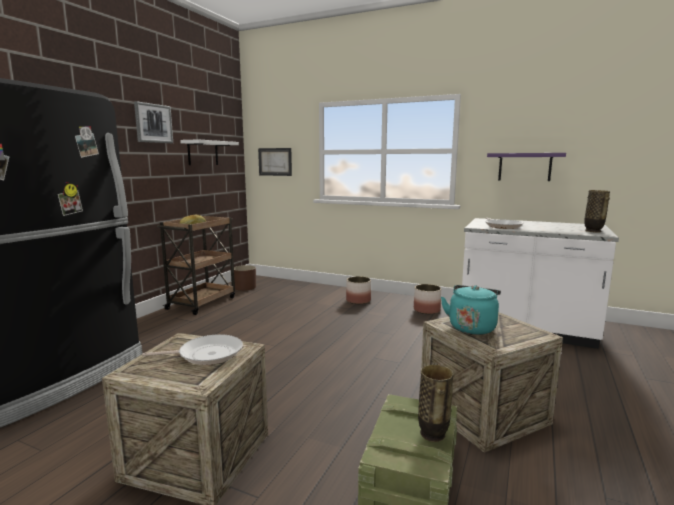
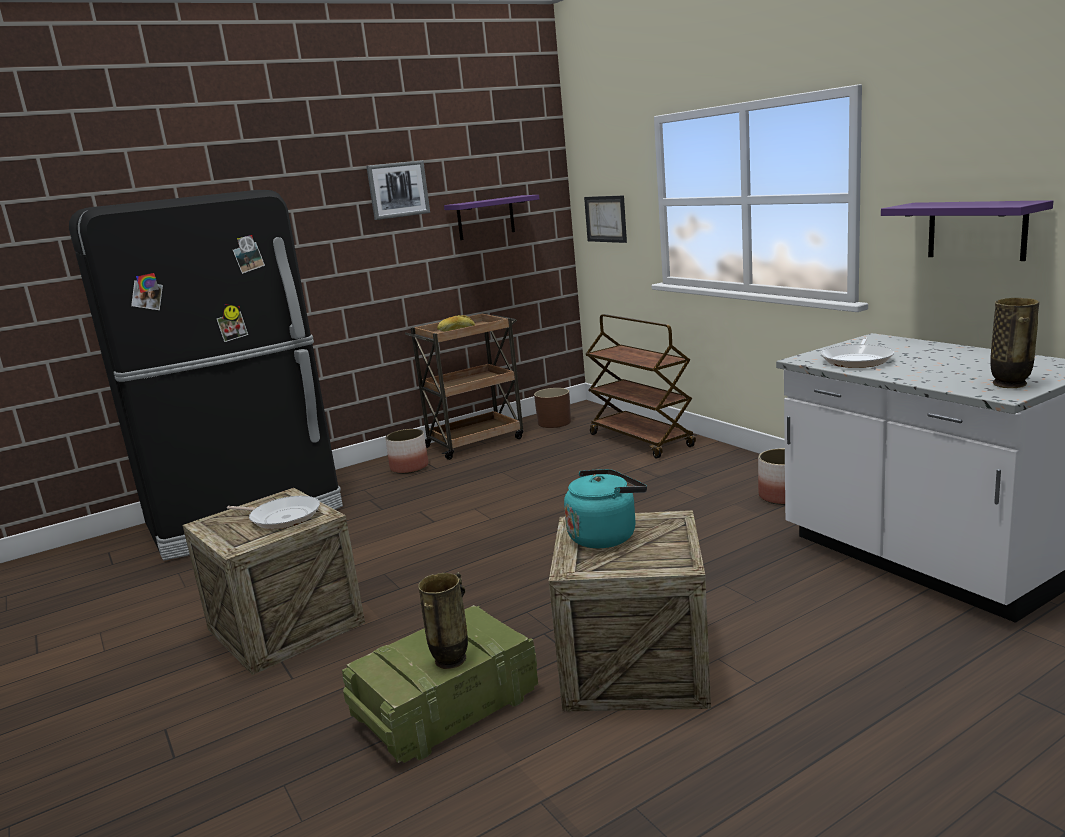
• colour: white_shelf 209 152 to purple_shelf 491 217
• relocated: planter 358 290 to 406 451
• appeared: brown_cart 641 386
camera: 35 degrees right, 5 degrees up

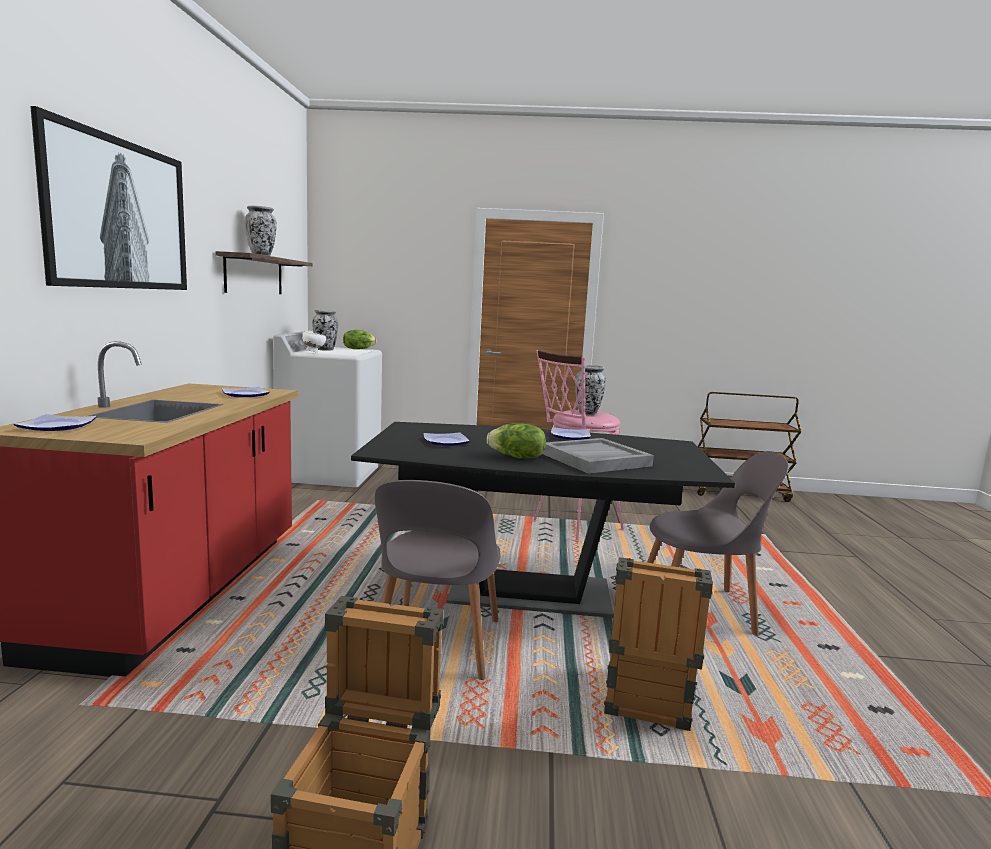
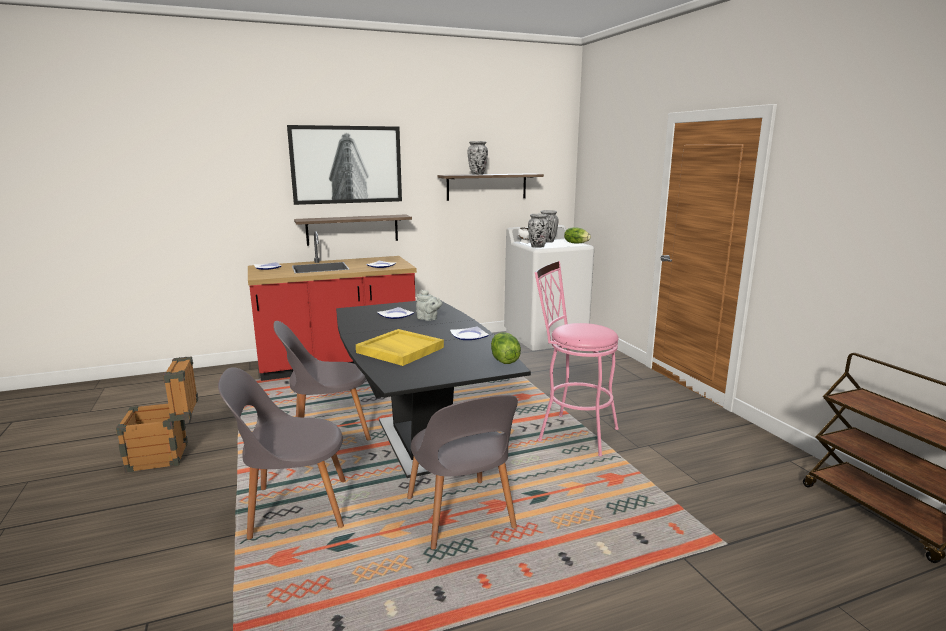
• relocated: vase 590 390 to 538 231
• relocated: lettuce 516 441 to 506 348
• colour: grey_tray 598 456 to yellow_tray 400 347
• exchanged: crate 658 644 to grey_chair 282 453
• appeared: shelf 353 230
• appeared: grey_teapot 429 305
camera: 65 degrees right, 5 degrees up

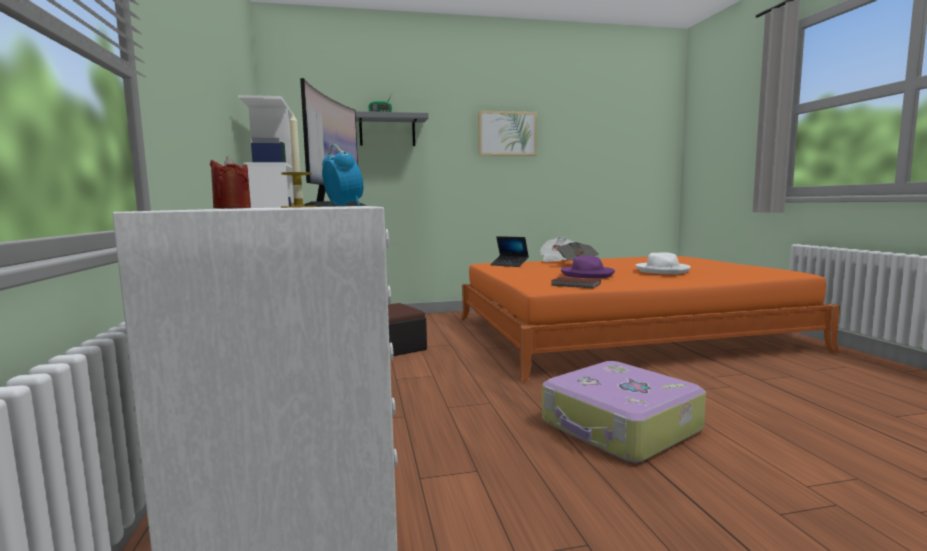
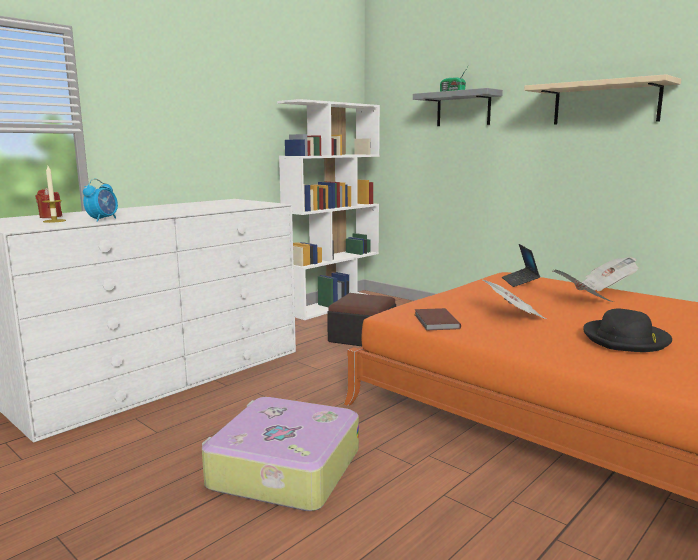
• missing: monitor 333 142
• exchanged: picture 507 133 to beige_shelf 602 99
• colour: white_hat 663 263 to black_hat 627 330
• exchanged: purple_hat 588 267 to newspaper 513 299
camera: 55 degrees right, 5 degrees up

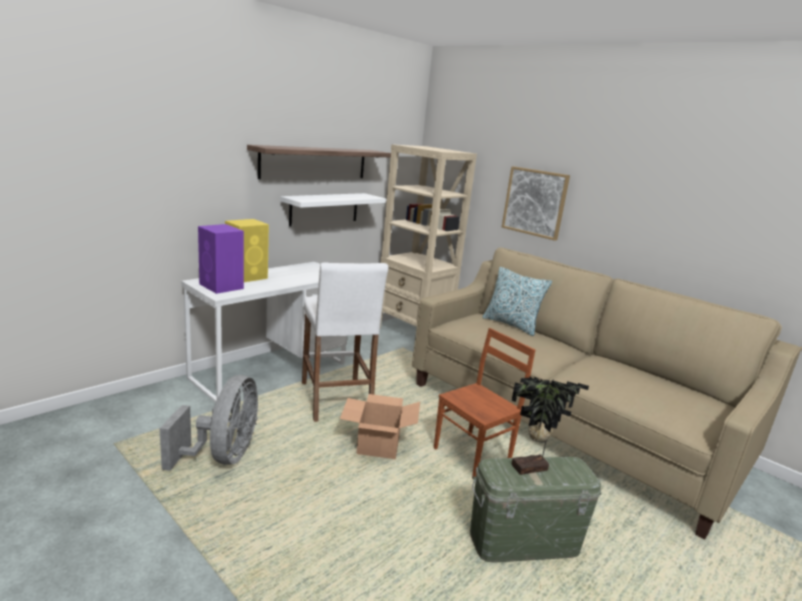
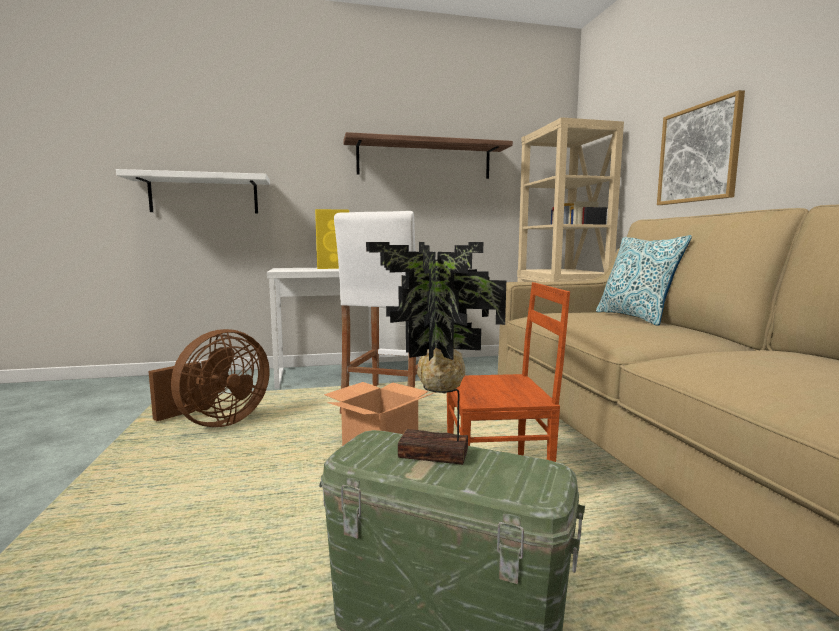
• relocated: white_shelf 333 210 to 193 191
• missing: purple_speaker 221 259
• colour: grey_fan 209 423 to brown_fan 209 378
camera: 35 degrees right, 10 degrees down

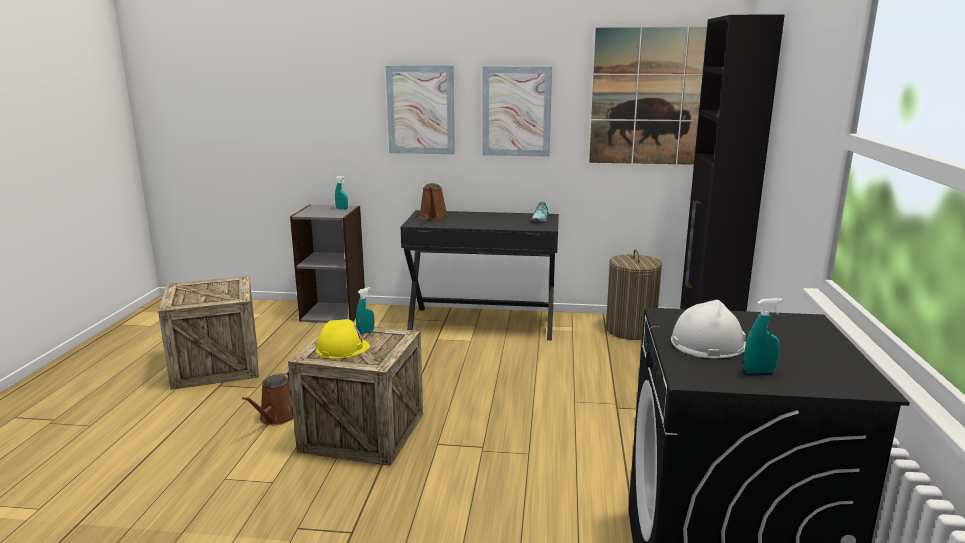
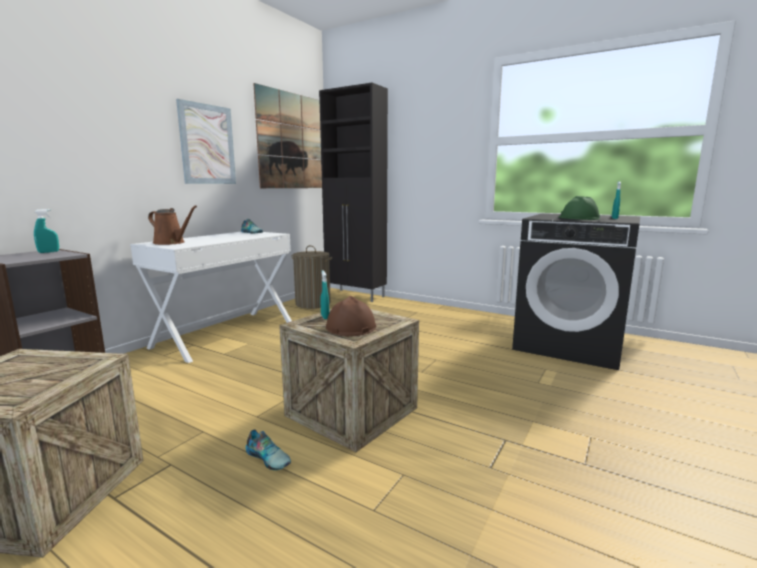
• missing: picture 420 110
• colour: black_desk 479 275 to white_desk 211 297
• colour: white_hard_hat 708 329 to green_hard_hat 579 208
• colour: yellow_hard_hat 343 339 to brown_hard_hat 351 316
• exchanged: brown_watering_can 268 398 to shoe 268 449
camera: 65 degrees left, 5 degrees down

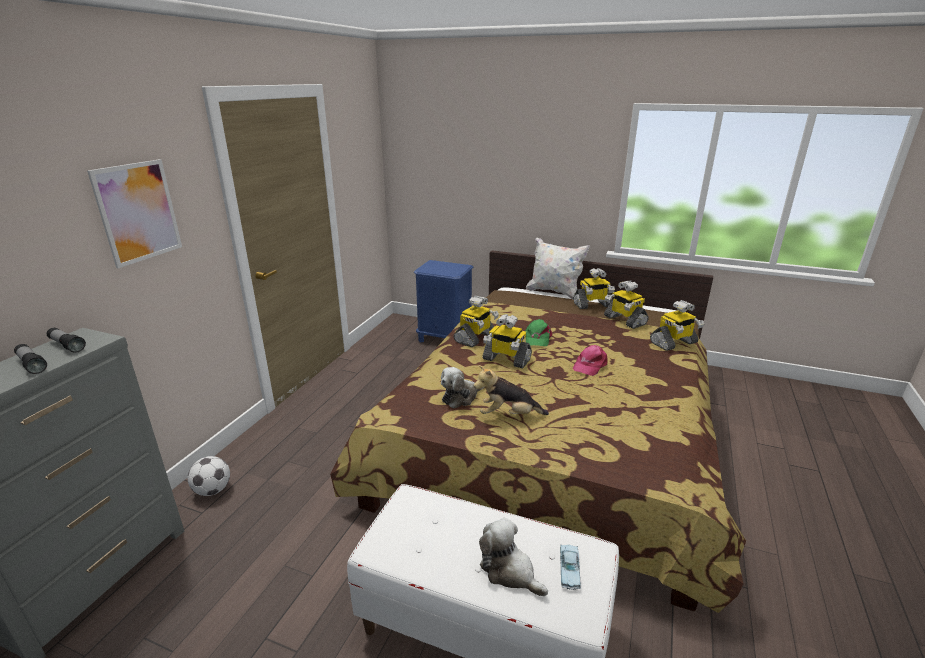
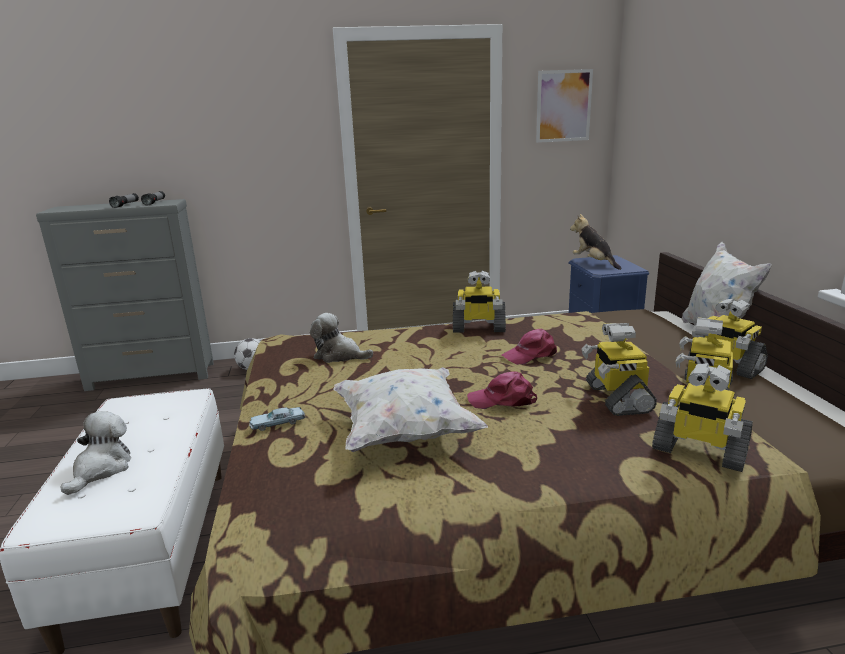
• relocated: picture 134 213 to 564 106
• relocated: toy_robot 507 341 to 619 369
• colour: green_cap 539 332 to pink_cap 529 347
• relocated: plush_toy 511 390 to 596 242
• relocated: blue_toy_car 570 567 to 277 419
• appeared: white_pillow 410 409
camera: 60 degrees right, 5 degrees down

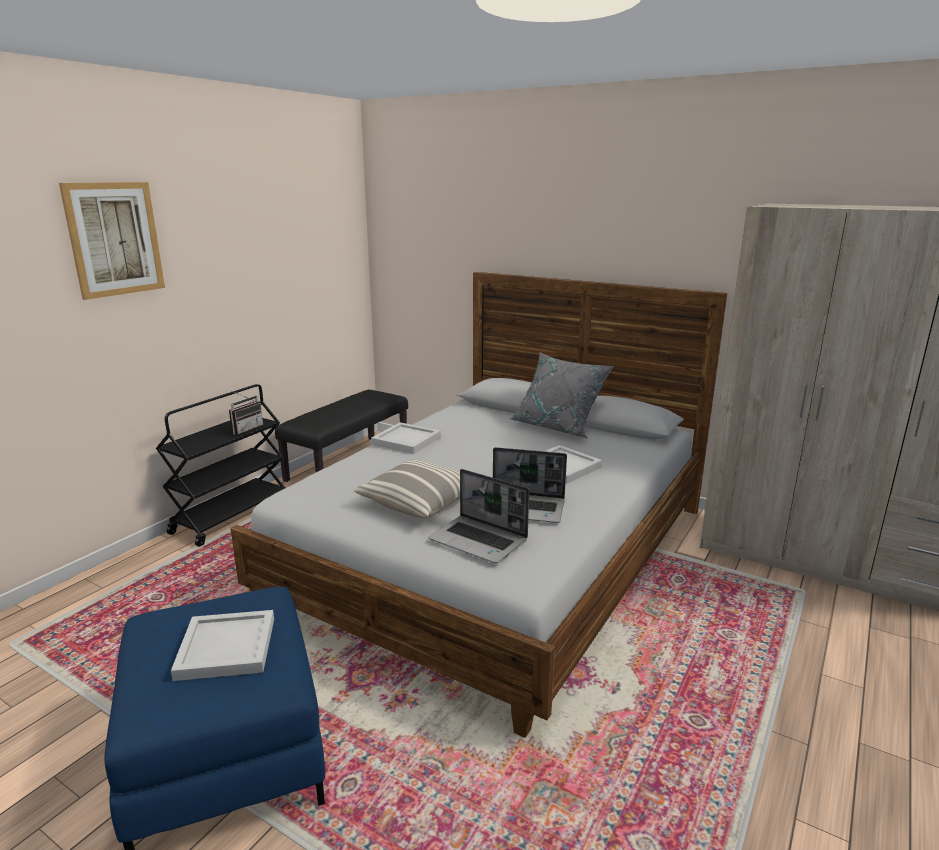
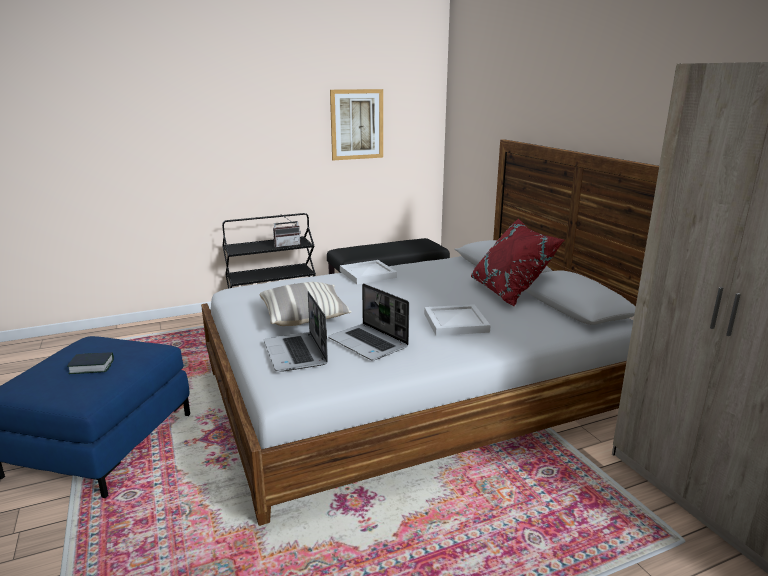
• relocated: picture 112 241 to 356 124
• colour: grey_pillow 561 396 to red_pillow 517 262
• exchanged: white_tray 222 645 to book 90 363
camera: 35 degrees right, 0 degrees up

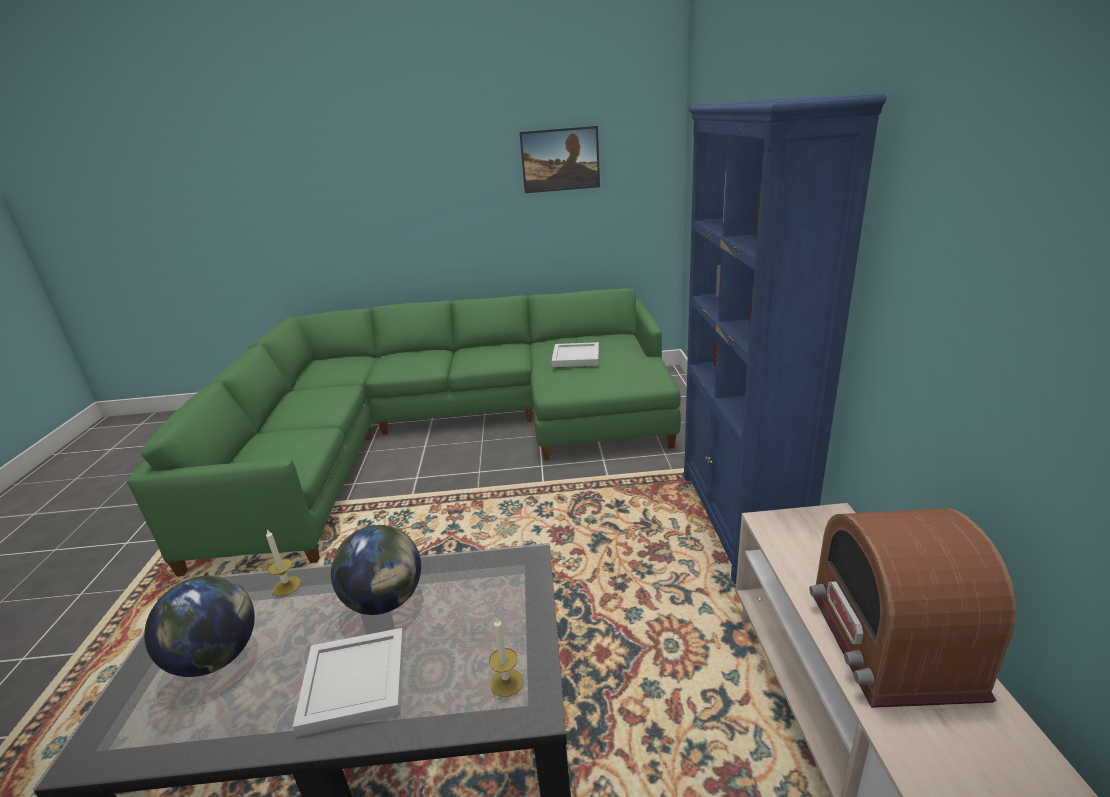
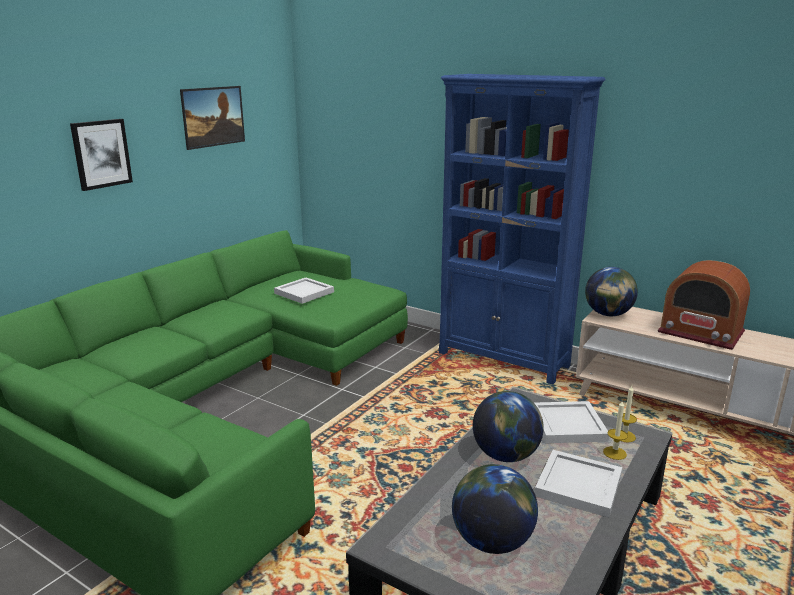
• relocated: candle 283 563 to 615 430
• appeared: picture 101 155
• appeared: globe 611 291
• appeared: white_tray 571 422
camera: 55 degrees left, 5 degrees down

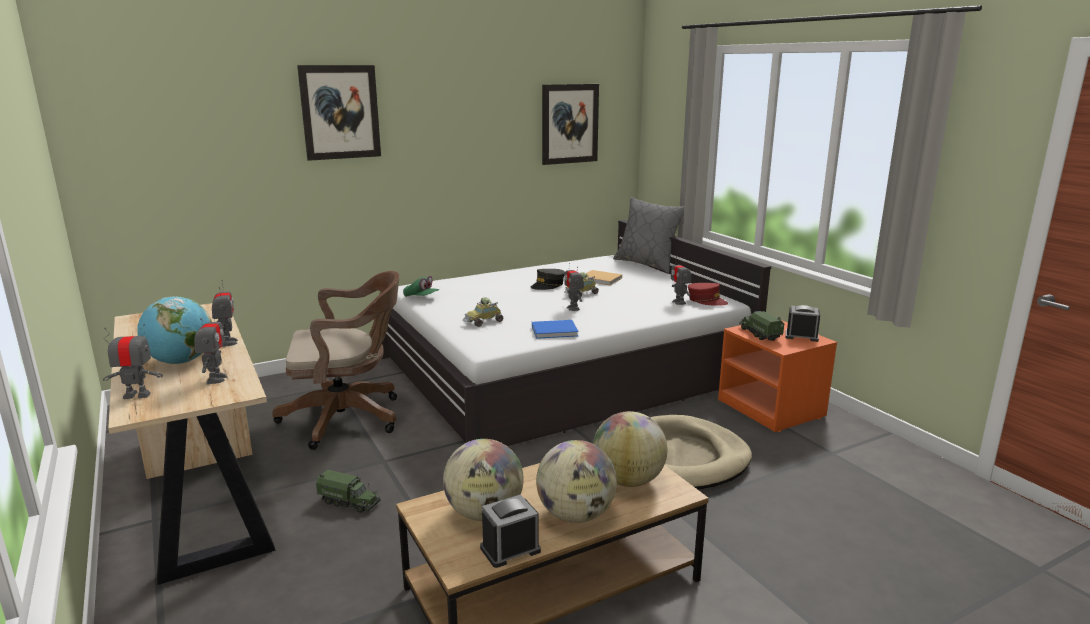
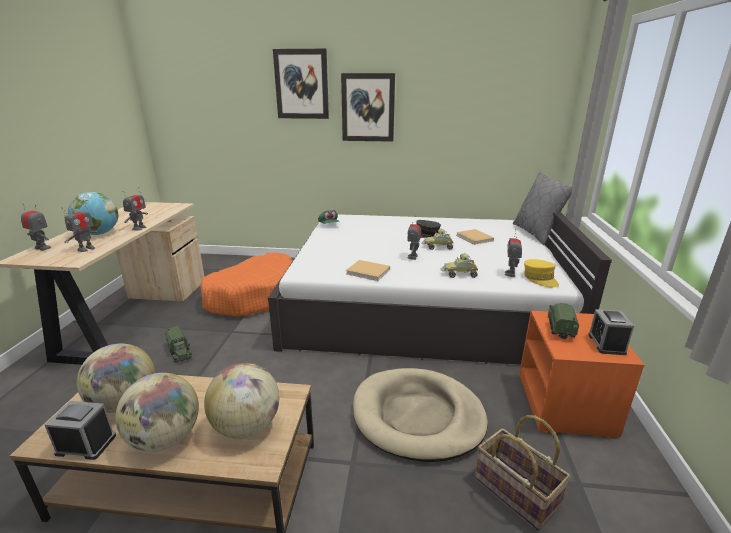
• relocated: picture 570 124 to 368 107
• exchanged: brown_office_chair 336 360 to orange_dog_bed 246 284
• colour: red_cap 708 294 to yellow_cap 541 273
• relocated: toy_car 483 312 to 459 265
• spun: alarm_clock 802 323 = 611 332 135 degrees counterclockwise
• colour: blue_book 555 329 to beige_book 368 270
• appeared: basket 523 473
camera: 35 degrees right, 5 degrees up

